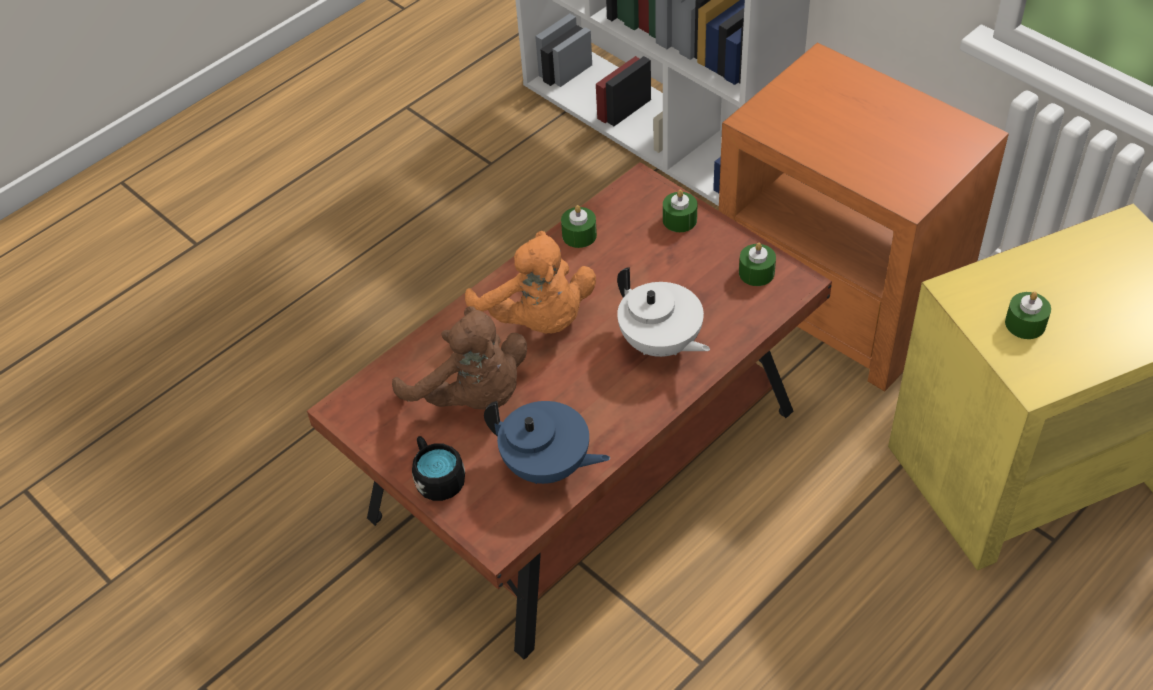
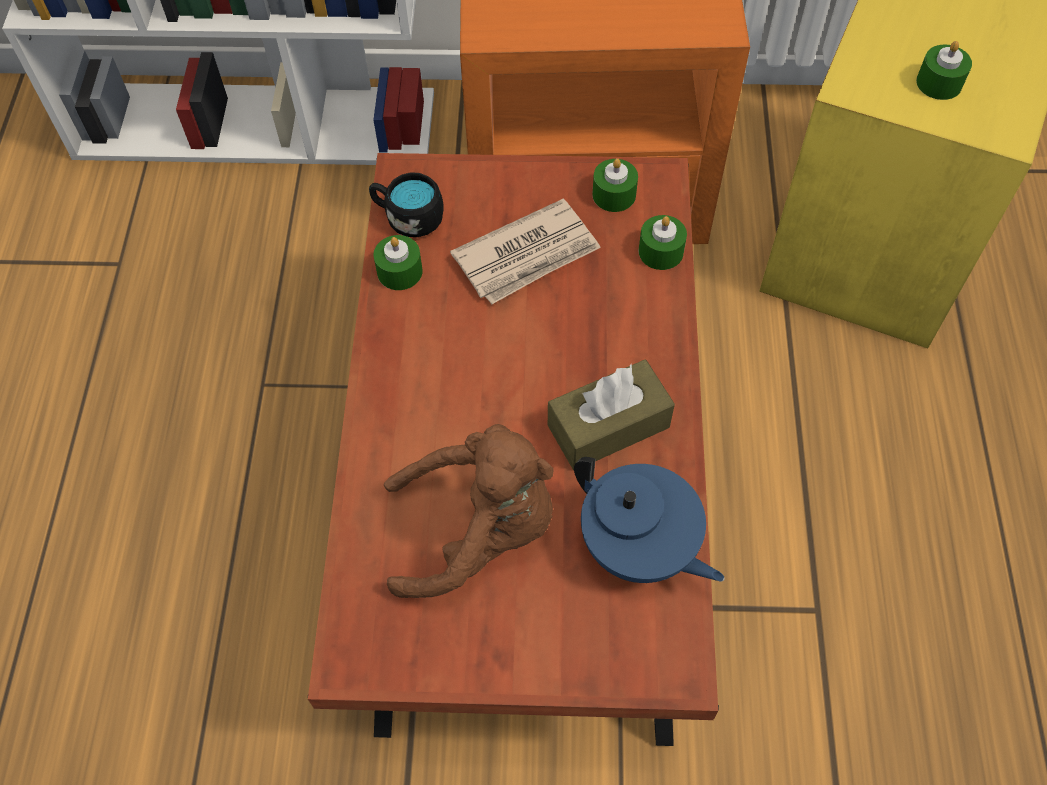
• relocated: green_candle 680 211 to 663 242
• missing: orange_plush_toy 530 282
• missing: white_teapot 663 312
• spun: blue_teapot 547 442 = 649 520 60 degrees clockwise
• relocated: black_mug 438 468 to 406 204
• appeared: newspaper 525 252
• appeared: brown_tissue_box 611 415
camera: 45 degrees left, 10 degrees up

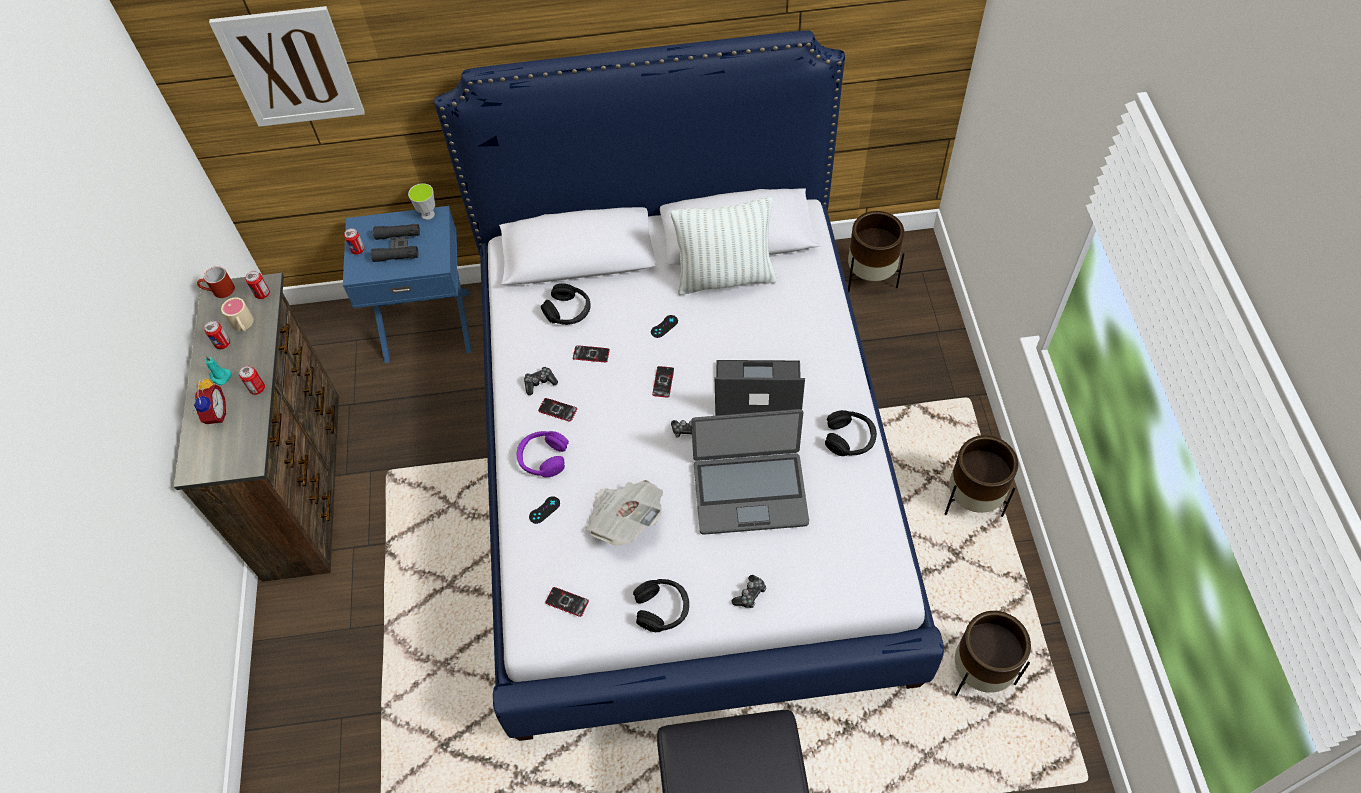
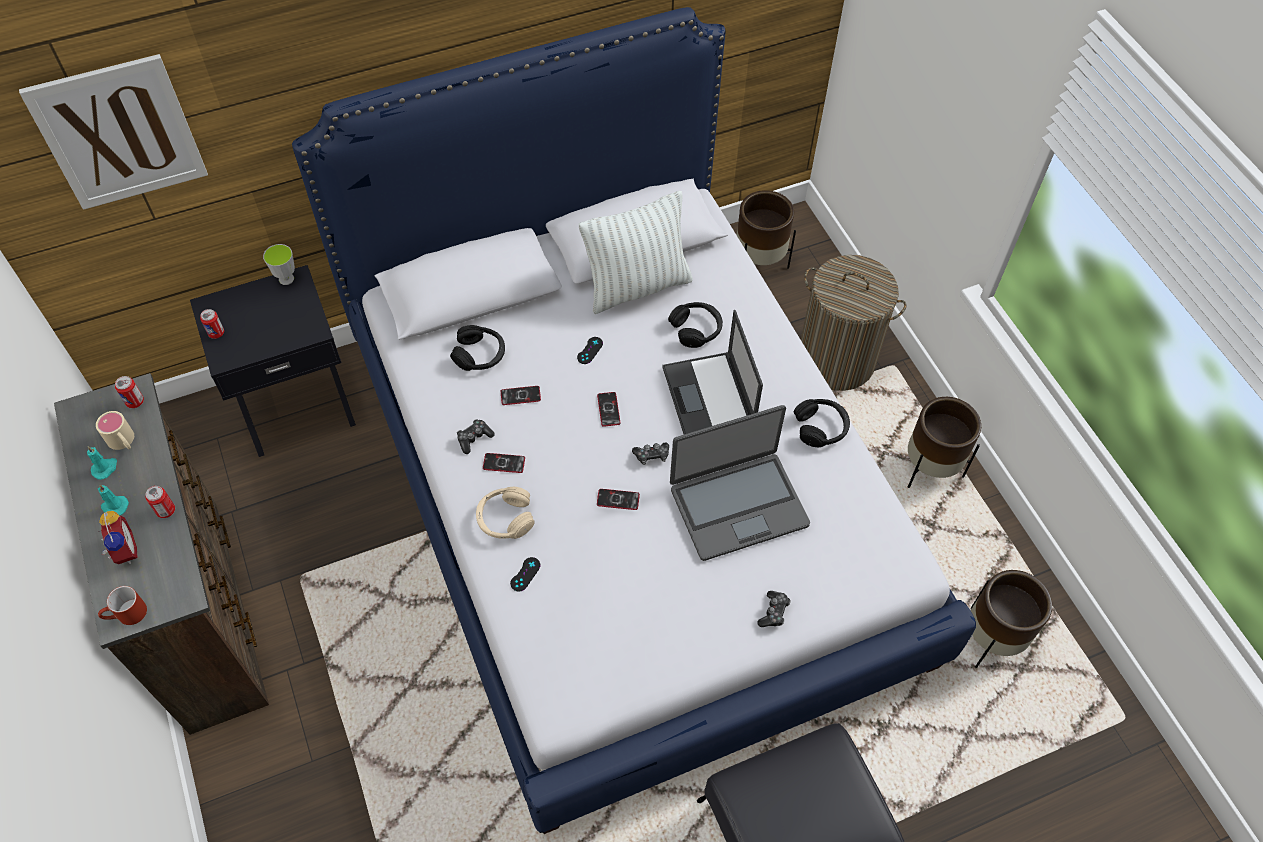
• colour: blue_nightstand 407 284 to black_nightstand 273 361
• missing: black_binoculars 395 243
• relocated: red_mug 216 282 to 122 605
• exchanged: can 217 335 to turquoise_candle 102 463
• spun: laptop 760 388 = 713 372 90 degrees counterclockwise
• colour: purple_headphones 543 454 to beige_headphones 505 513
• missing: newspaper 624 513
• relocated: black_headphones 661 605 to 695 325
• relocated: phone 567 602 to 618 499
• appeared: laundry_basket 853 323
camera: 20 degrees left, 0 degrees up

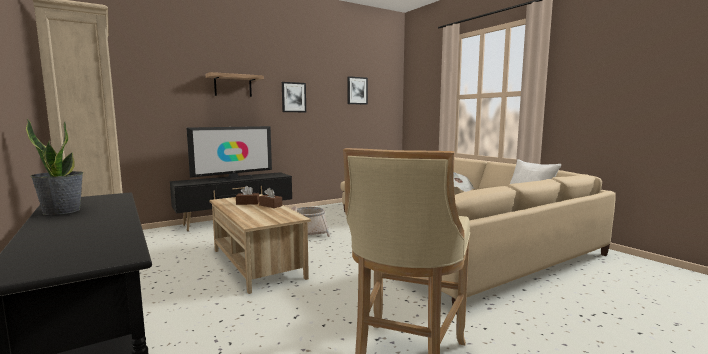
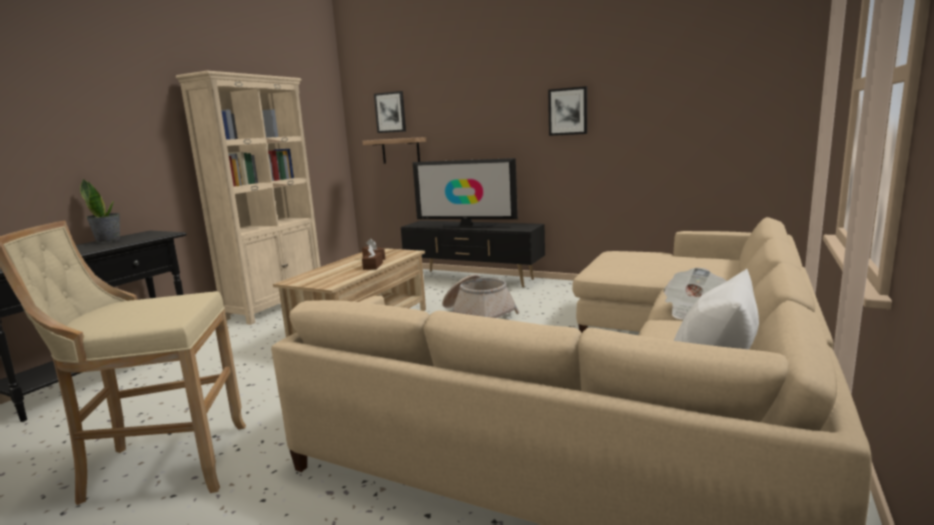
• relocated: shelf 234 84 to 394 150
• relocated: picture 358 90 to 390 112
camera: 60 degrees right, 5 degrees up

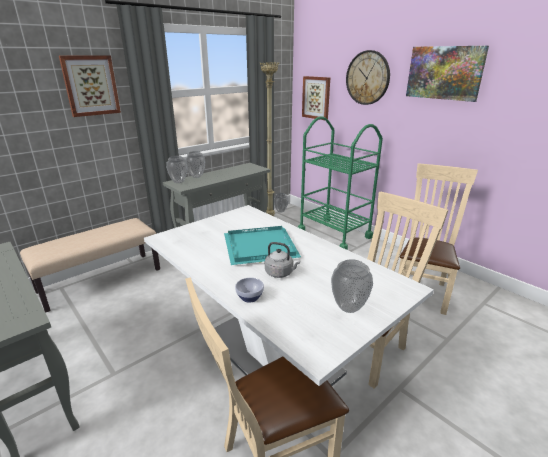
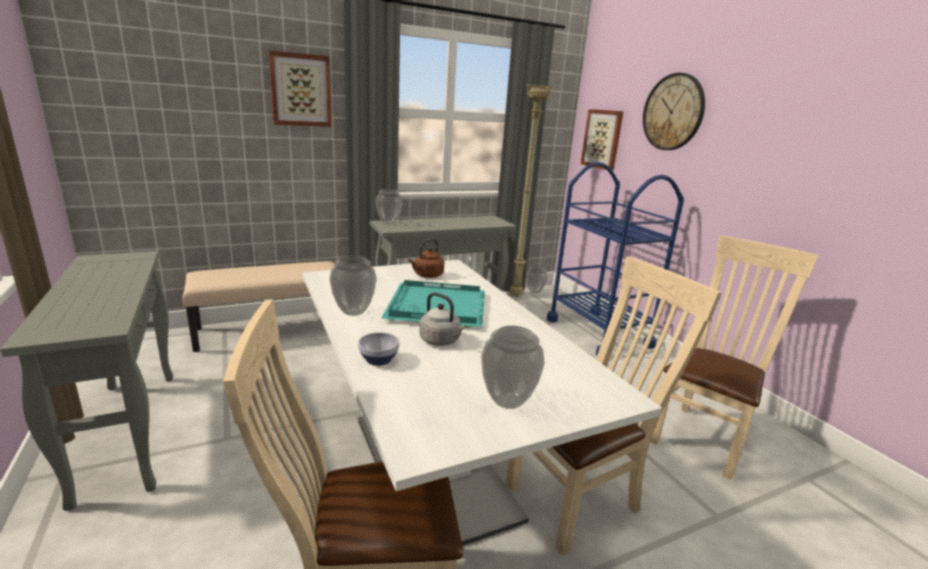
• missing: picture 447 74
• colour: green_cart 340 183 to blue_cart 615 259
• relocated: vase 195 164 to 353 285
• appeared: brown_kettle 426 258
camera: 15 degrees right, 5 degrees down

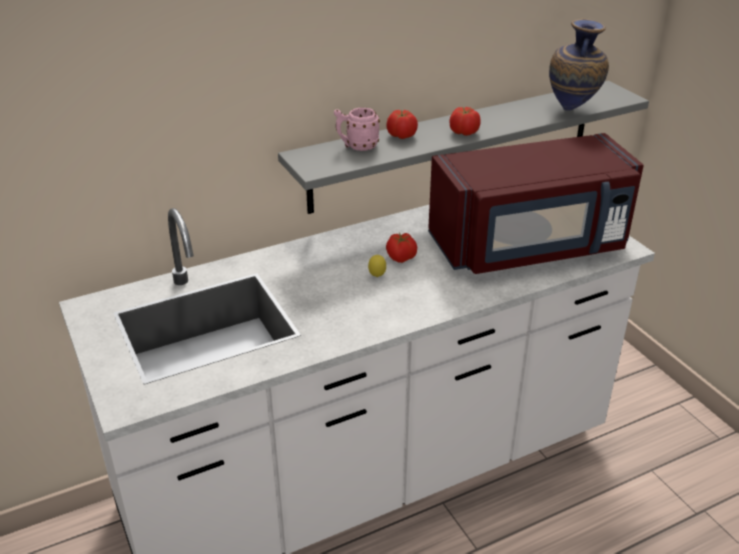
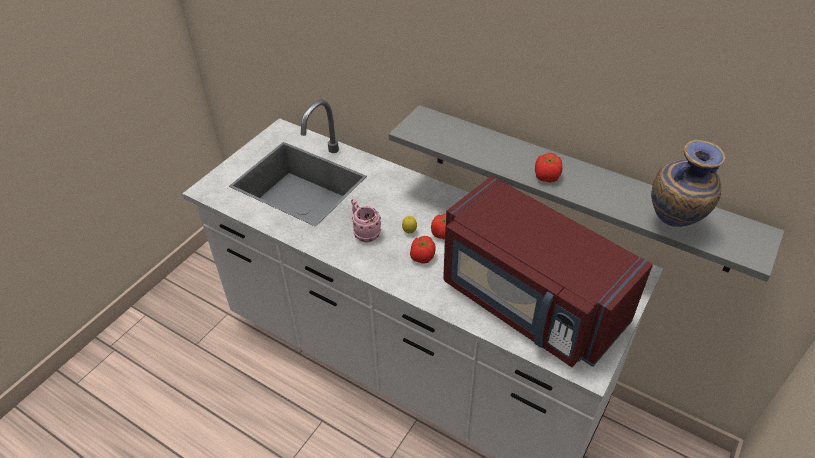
• relocated: pink_mug 357 129 to 366 220
• relocated: tomato 402 124 to 423 250
camera: 60 degrees right, 10 degrees up

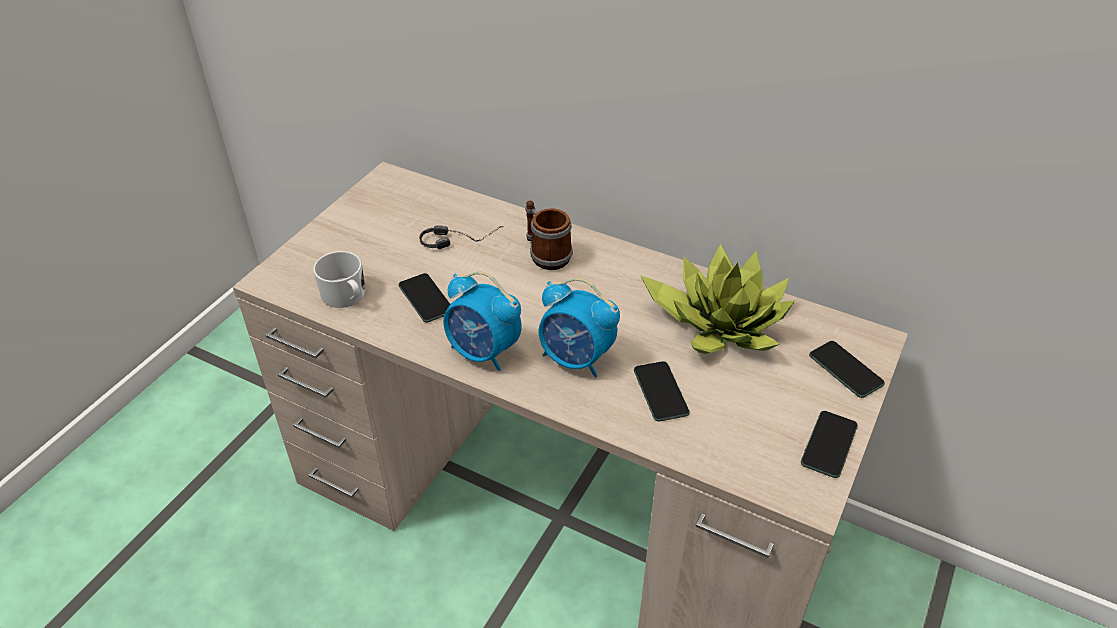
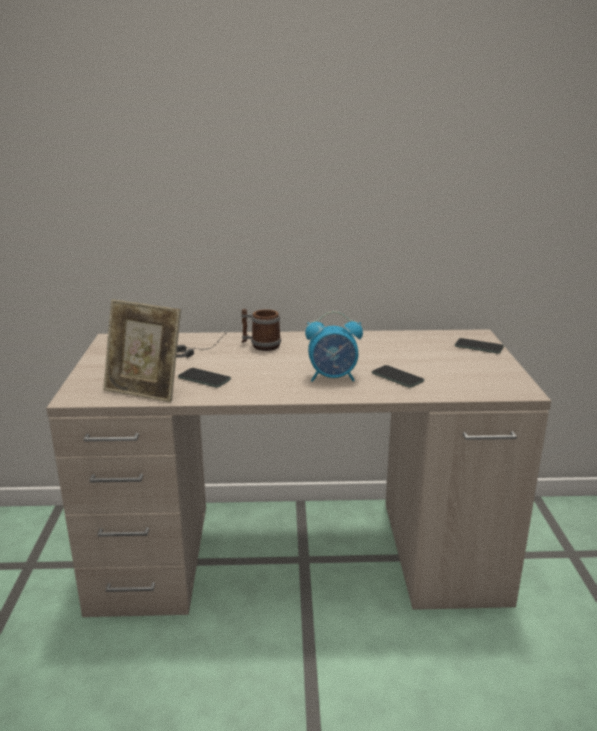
• missing: potted_plant 717 299
• exchanged: white_mug 339 279 to picture_frame 142 350
• missing: alarm_clock 482 321
• missing: phone 829 444
camera: 30 degrees left, 20 degrees down

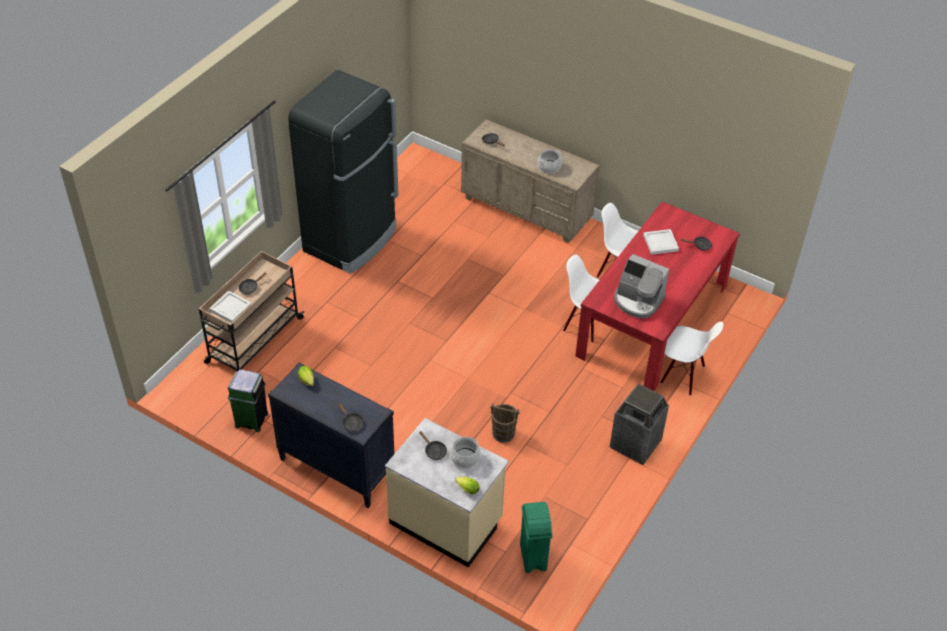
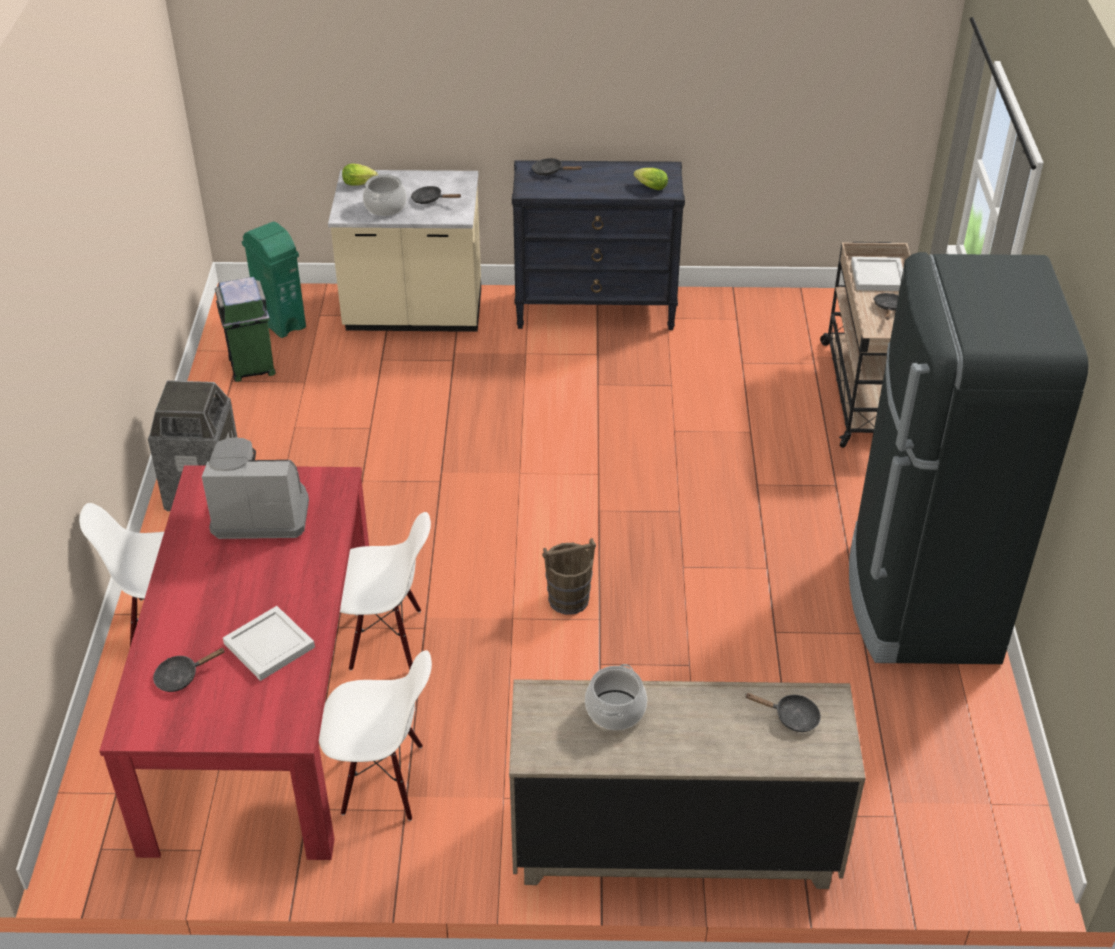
• relocated: green_trash_can 248 400 to 245 329
• relocated: brown_bucket 505 423 to 569 576
camera: 150 degrees right, 5 degrees down

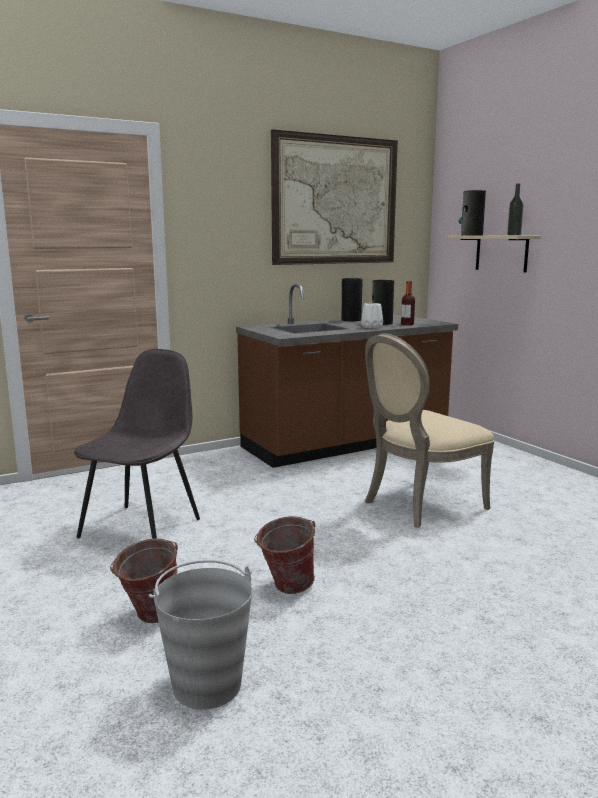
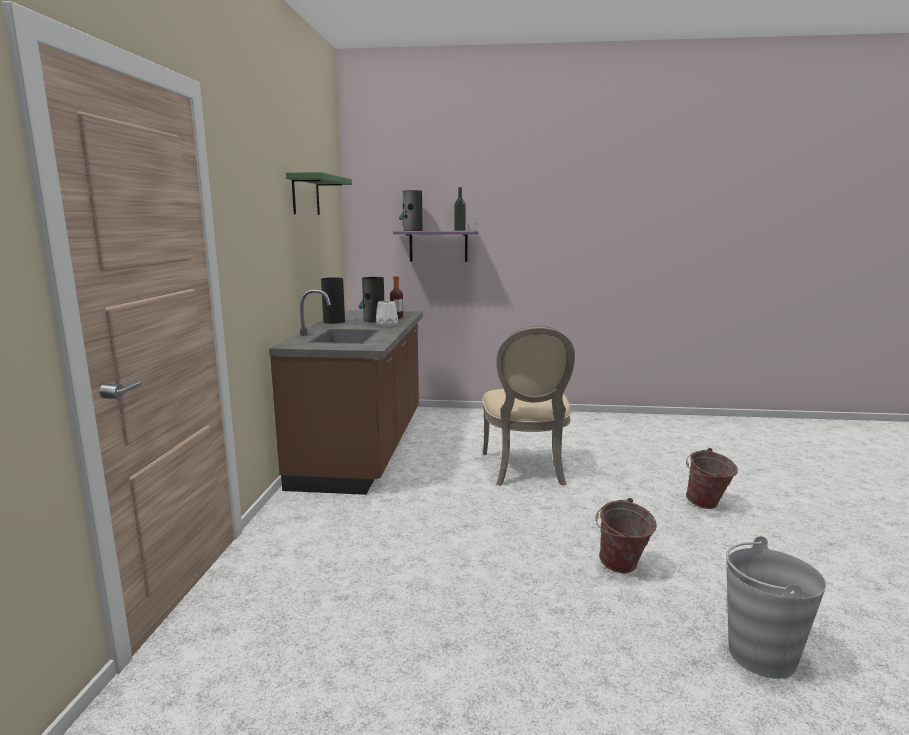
• exchanged: picture 334 197 to green_shelf 319 193
• colour: beige_shelf 494 254 to purple_shelf 436 246
• missing: grey_chair 137 444
• relocated: bucket 144 580 to 712 478
camera: 55 degrees left, 0 degrees up

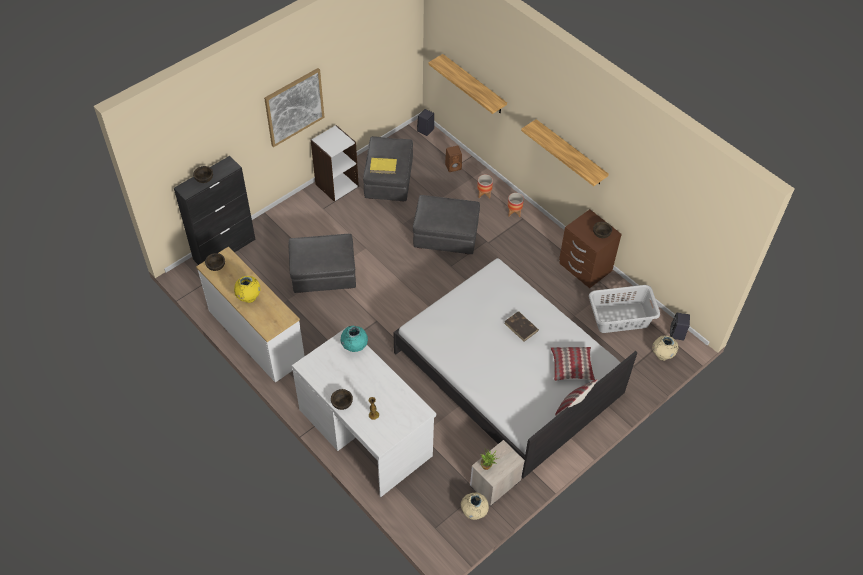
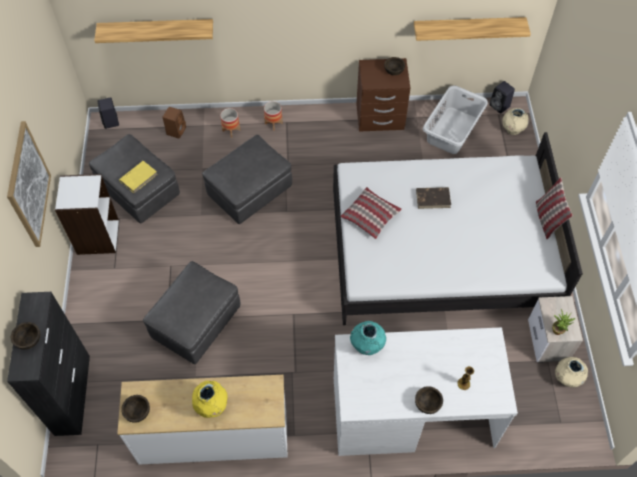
• relocated: shelf 565 152 to 472 29
• relocated: pillow 573 364 to 371 213
camera: 50 degrees left, 5 degrees up

